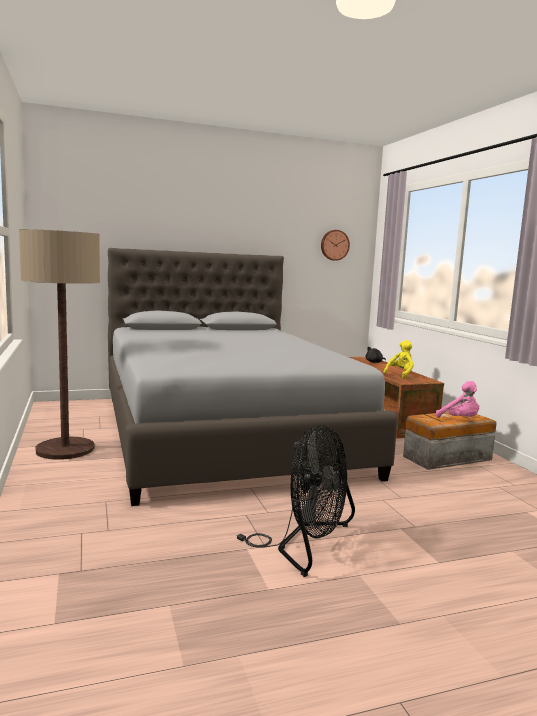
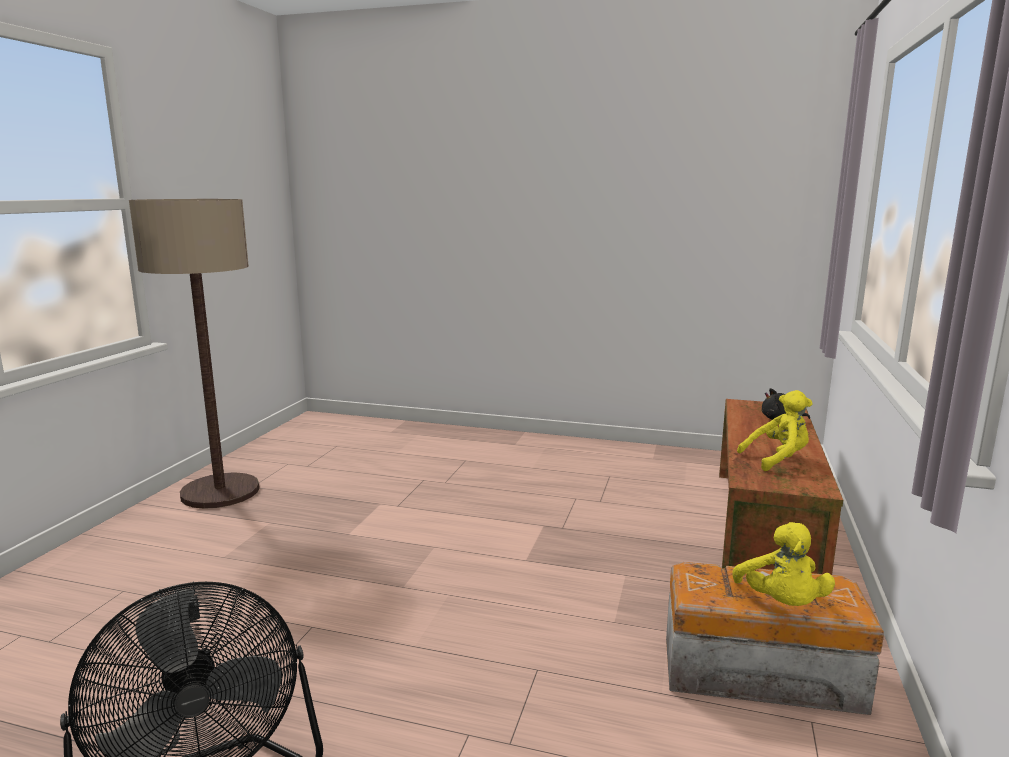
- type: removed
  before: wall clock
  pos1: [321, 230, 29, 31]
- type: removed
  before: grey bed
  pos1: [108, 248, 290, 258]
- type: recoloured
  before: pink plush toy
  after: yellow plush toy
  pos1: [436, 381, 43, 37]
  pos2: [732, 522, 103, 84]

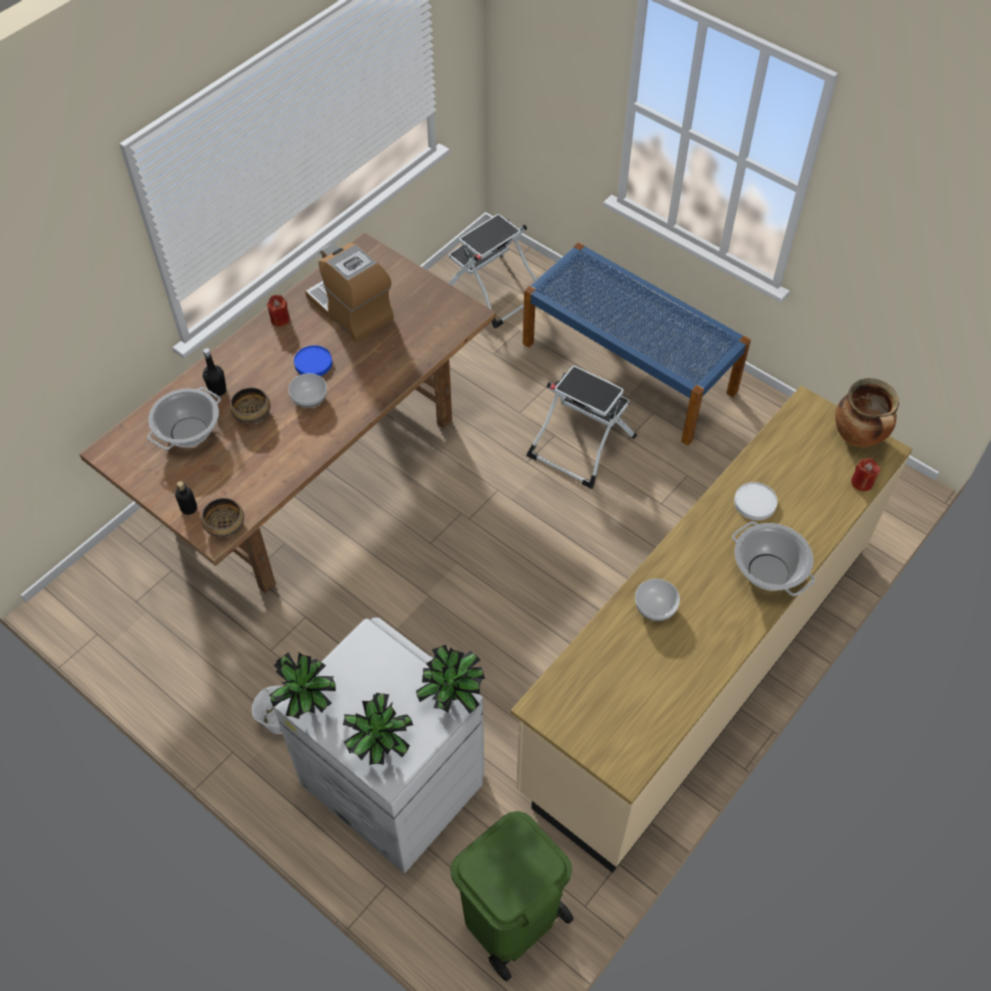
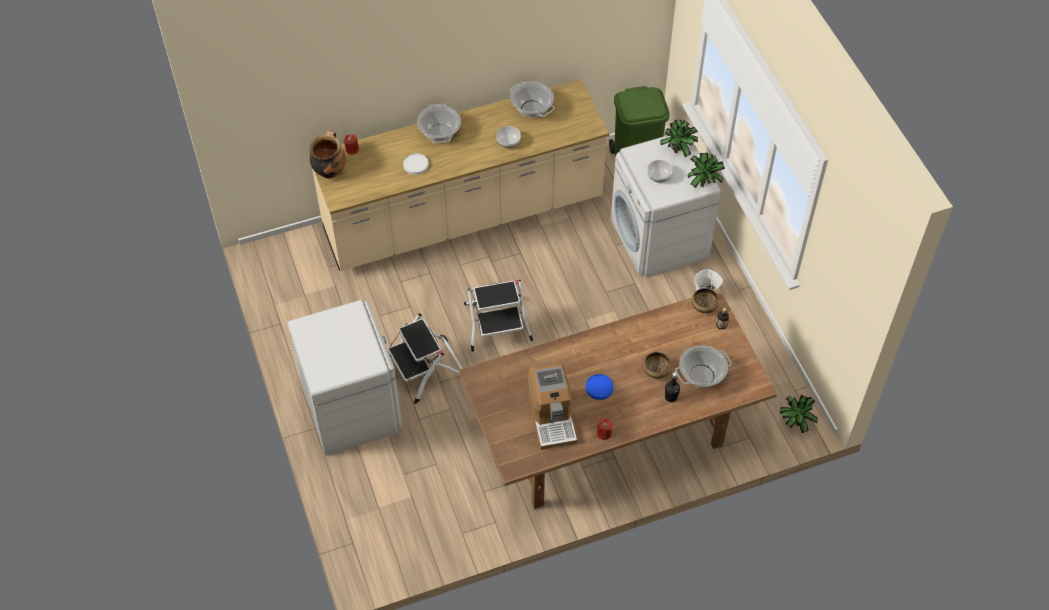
- type: moved
  before: step ladder
  pos1: [448, 214, 96, 115]
  pos2: [464, 280, 69, 72]
- type: replaced
  before: blue bench
  after: white washing machine
  pos1: [523, 242, 228, 204]
  pos2: [287, 300, 115, 156]
- type: moved
  before: bowl
  pos1: [288, 373, 39, 35]
  pos2: [648, 160, 25, 23]
- type: moved
  before: potted plant
  pos1: [416, 645, 69, 69]
  pos2: [780, 394, 38, 39]
- type: added
  after: cooking pot
  pos2: [510, 82, 45, 36]

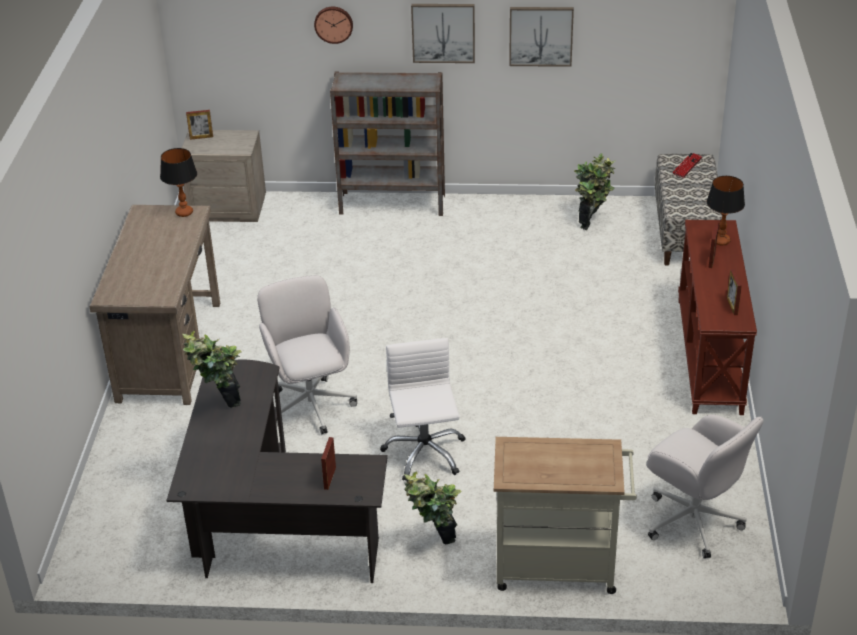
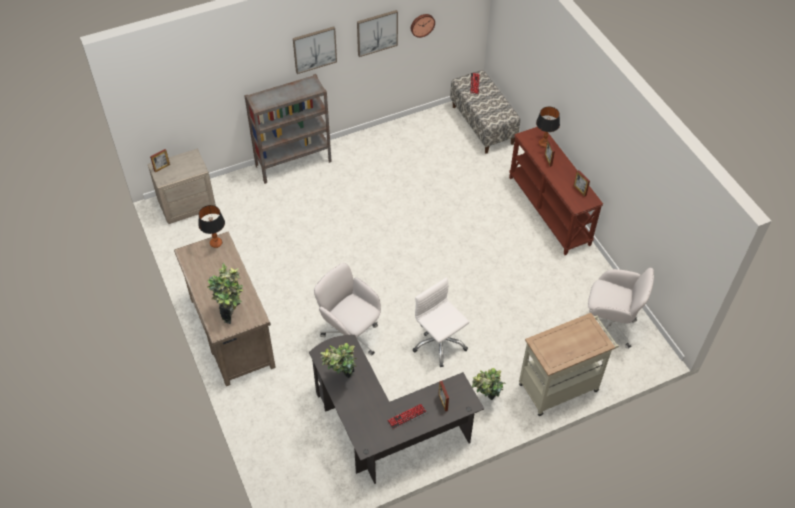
- type: moved
  before: wall clock
  pos1: [314, 7, 39, 37]
  pos2: [411, 14, 24, 24]
- type: moved
  before: potted plant
  pos1: [574, 153, 41, 77]
  pos2: [207, 263, 36, 61]
- type: added
  after: keyboard
  pos2: [387, 404, 40, 25]

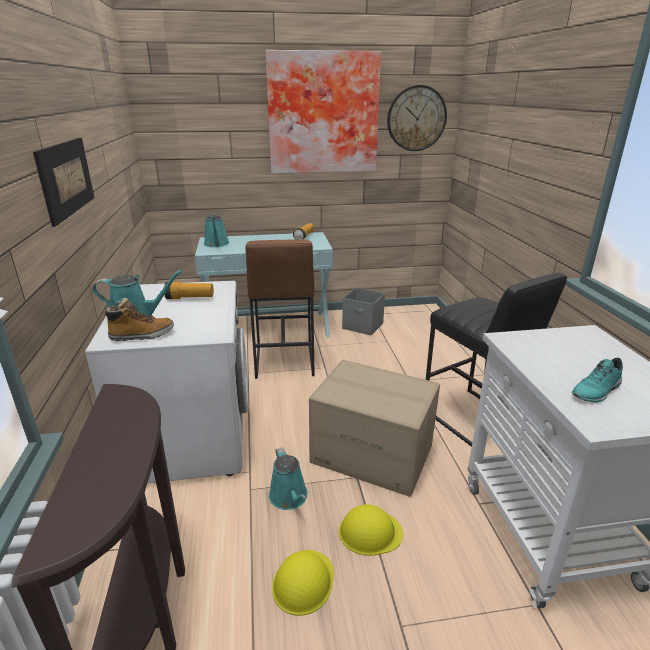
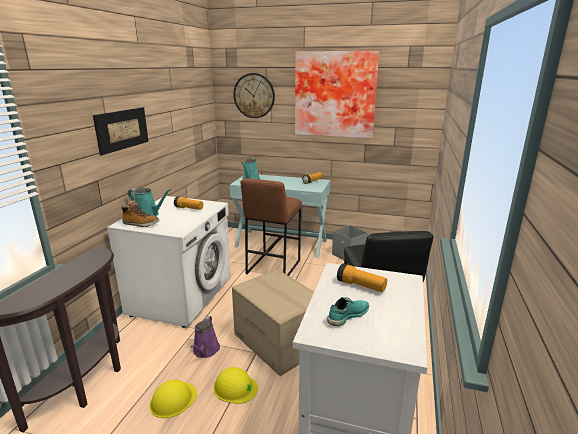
- type: moved
  before: wall clock
  pos1: [387, 85, 60, 66]
  pos2: [233, 73, 42, 45]
- type: turned
  before: turquoise shoe
  pos1: [572, 358, 51, 45]
  pos2: [327, 297, 42, 29]
  turn: 150
- type: recoloured
  before: turquoise watering can
  after: purple watering can
  pos1: [269, 447, 39, 63]
  pos2: [191, 316, 29, 42]
- type: added
  after: flashlight
  pos2: [337, 263, 50, 29]

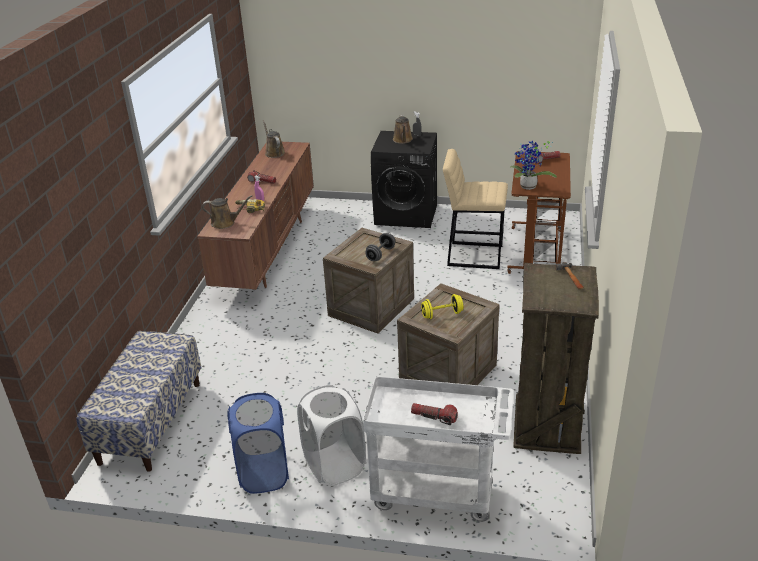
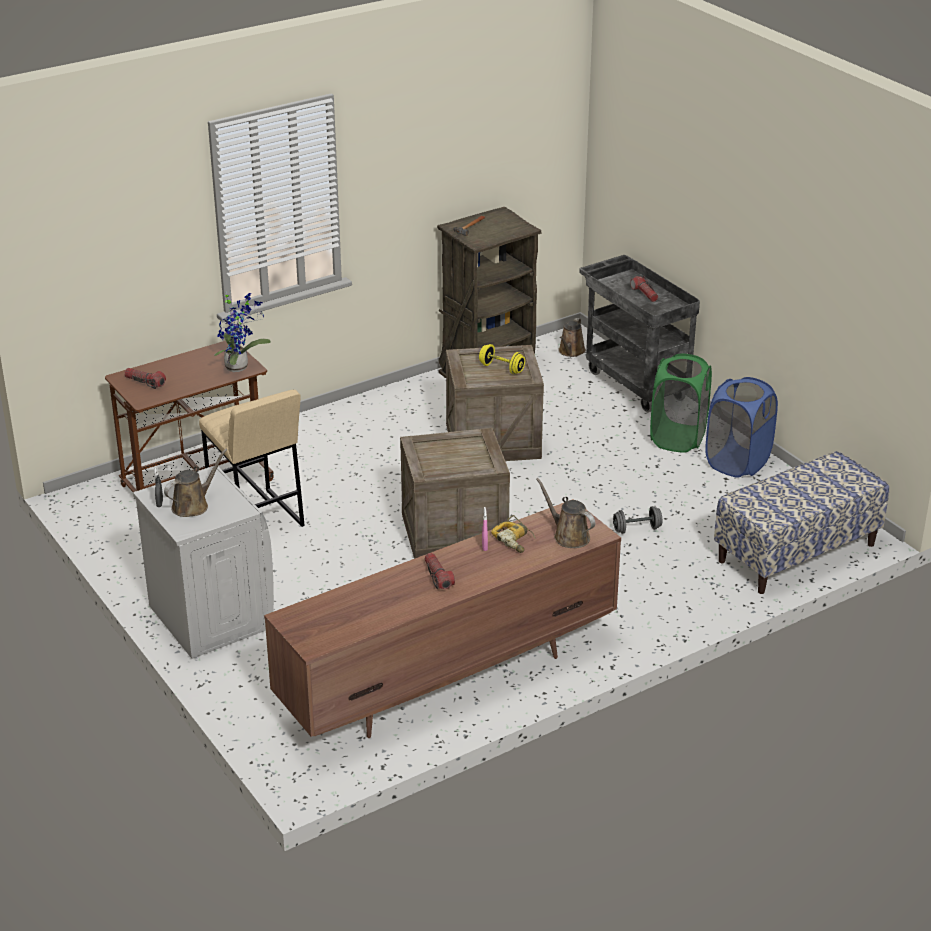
- type: moved
  before: brown watering can
  pos1: [263, 120, 22, 38]
  pos2: [558, 318, 28, 39]
- type: recoloured
  before: black washing machine
  after: white washing machine
  pos1: [371, 131, 66, 97]
  pos2: [133, 466, 141, 193]
- type: moved
  before: grey dumbbell
  pos1: [365, 233, 30, 28]
  pos2: [613, 506, 49, 28]
- type: recoloured
  before: white cart
  after: black cart
  pos1: [363, 377, 151, 145]
  pos2: [579, 255, 121, 157]
- type: recoloured
  before: white laundry basket
  after: green laundry basket
  pos1: [297, 385, 69, 101]
  pos2: [650, 354, 62, 99]

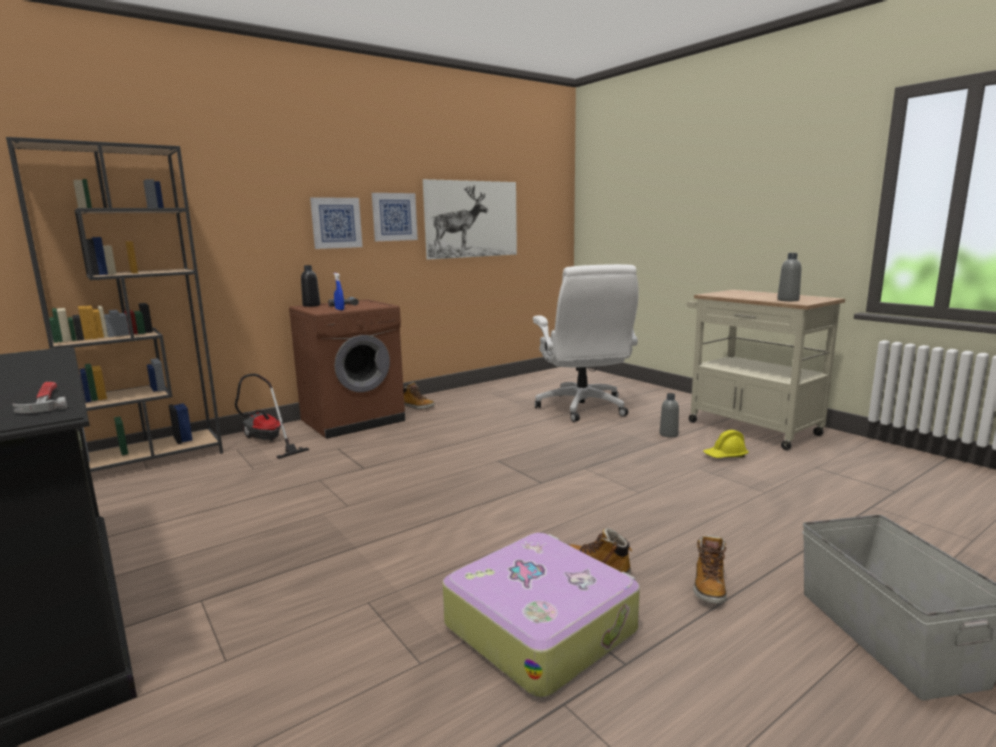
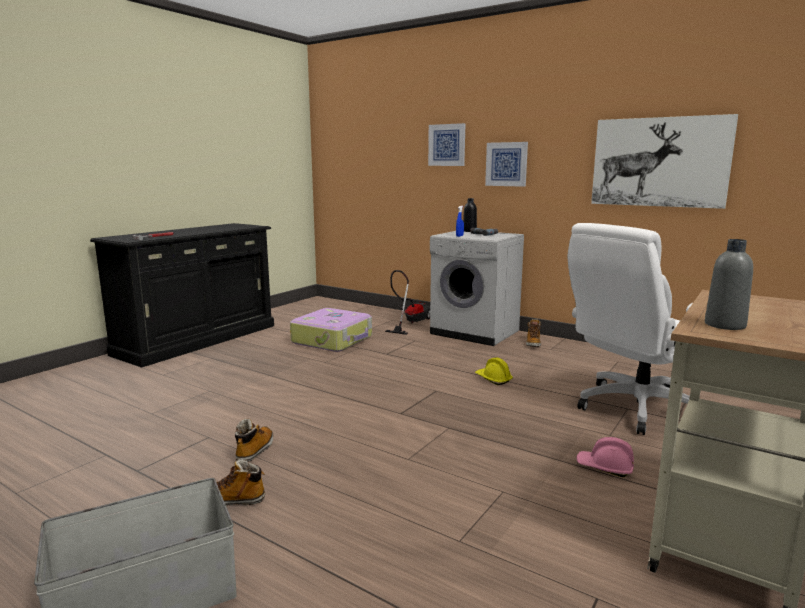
- type: removed
  before: bookcase
  pos1: [6, 137, 217, 335]
- type: moved
  before: picture
  pos1: [372, 193, 46, 48]
  pos2: [428, 123, 38, 43]
- type: recoloured
  before: brown washing machine
  after: white washing machine
  pos1: [289, 299, 116, 140]
  pos2: [430, 231, 94, 115]
- type: replaced
  before: grey bottle
  after: pink hard hat
  pos1: [660, 393, 19, 44]
  pos2: [576, 437, 58, 40]
- type: moved
  before: yellow hard hat
  pos1: [703, 430, 46, 28]
  pos2: [475, 357, 38, 28]
- type: moved
  before: suitcase
  pos1: [442, 533, 198, 165]
  pos2: [290, 308, 82, 44]

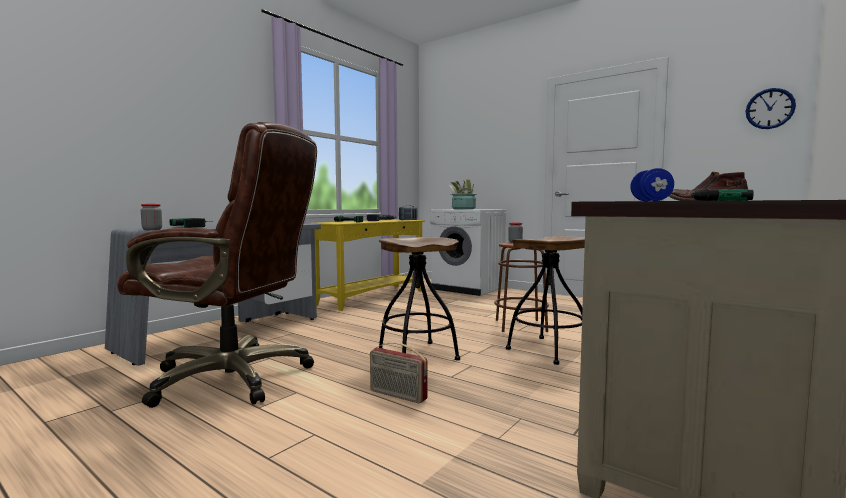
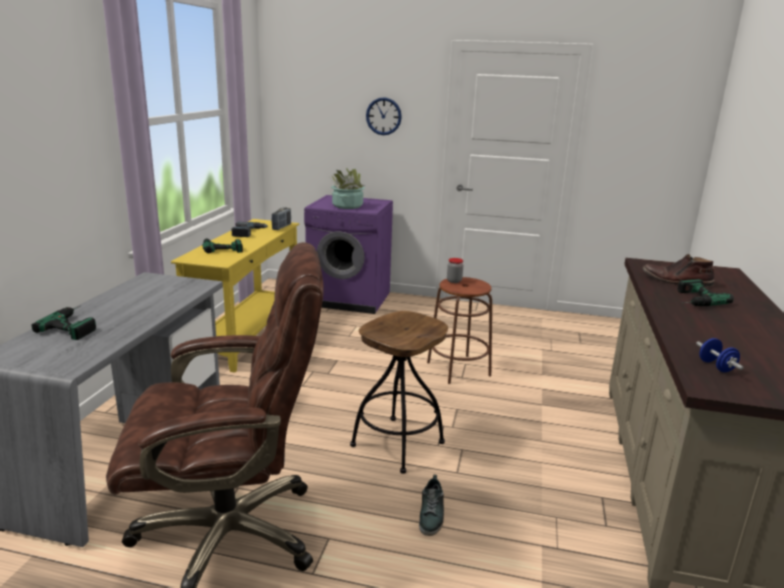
- type: moved
  before: wall clock
  pos1: [746, 88, 50, 41]
  pos2: [366, 97, 36, 38]
- type: removed
  before: jar
  pos1: [141, 204, 21, 26]
- type: recoloured
  before: white washing machine
  after: purple washing machine
  pos1: [430, 209, 76, 87]
  pos2: [304, 195, 89, 119]
- type: removed
  before: brown stool
  pos1: [506, 236, 79, 129]
- type: replaced
  before: radio
  after: shoe
  pos1: [370, 342, 57, 61]
  pos2: [419, 474, 25, 62]

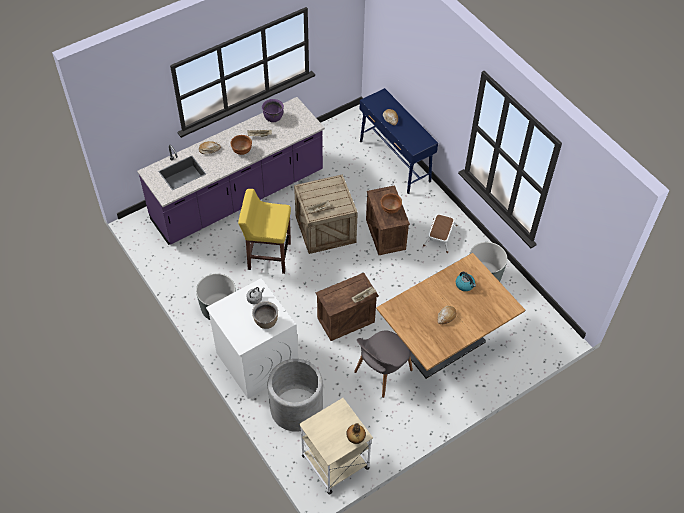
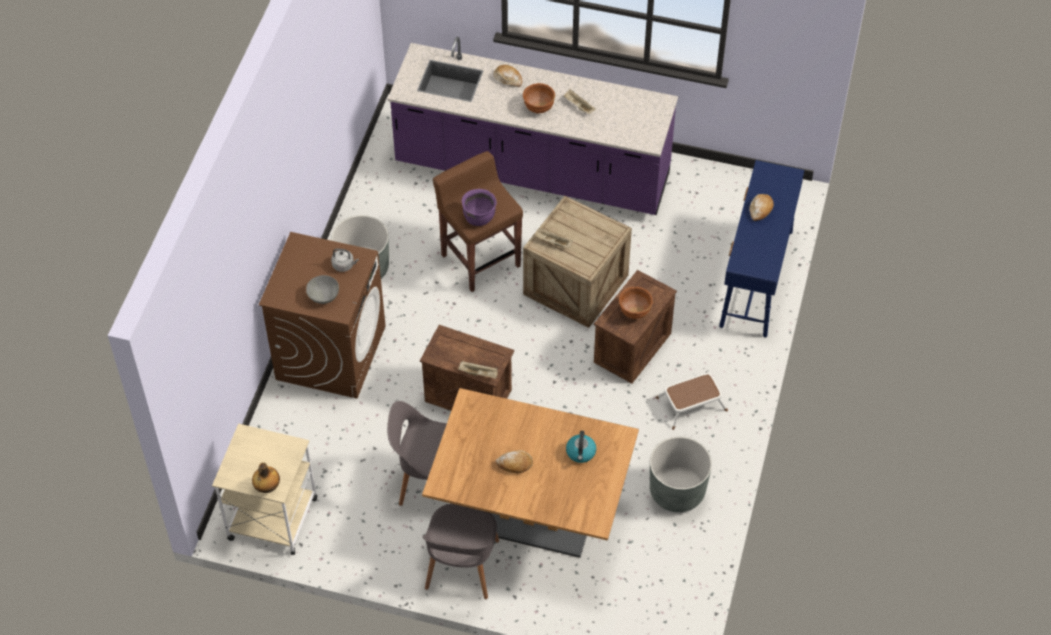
- type: moved
  before: purple cooking pot
  pos1: [262, 99, 22, 23]
  pos2: [462, 189, 35, 37]
- type: recoloured
  before: yellow stool
  after: brown stool
  pos1: [238, 189, 53, 85]
  pos2: [433, 151, 90, 141]
- type: recoloured
  before: white washing machine
  after: brown washing machine
  pos1: [206, 278, 92, 121]
  pos2: [259, 232, 127, 167]
- type: replaced
  before: brown cooking pot
  after: grey bowl
  pos1: [252, 301, 26, 28]
  pos2: [306, 275, 33, 29]
- type: removed
  before: grey planter
  pos1: [268, 359, 55, 73]
- type: added
  after: grey chair
  pos2: [423, 503, 76, 96]

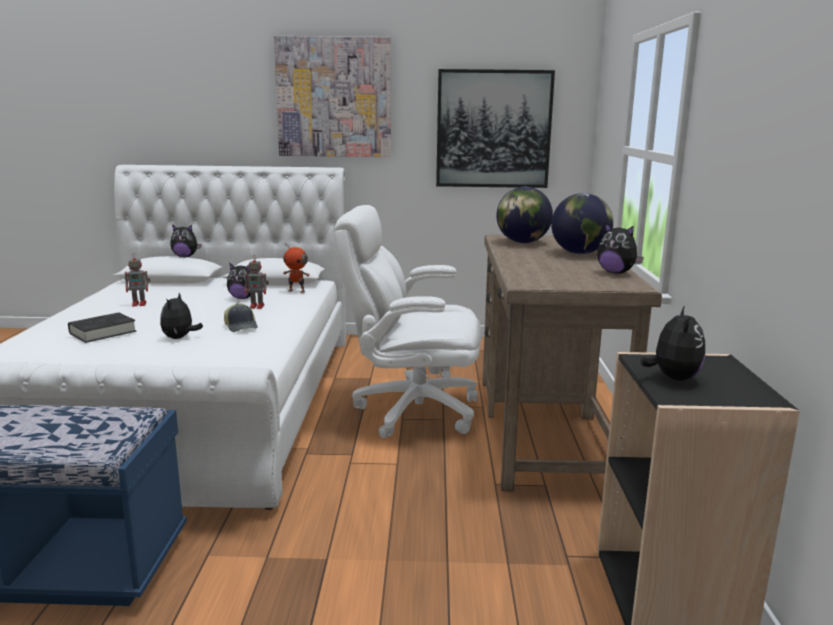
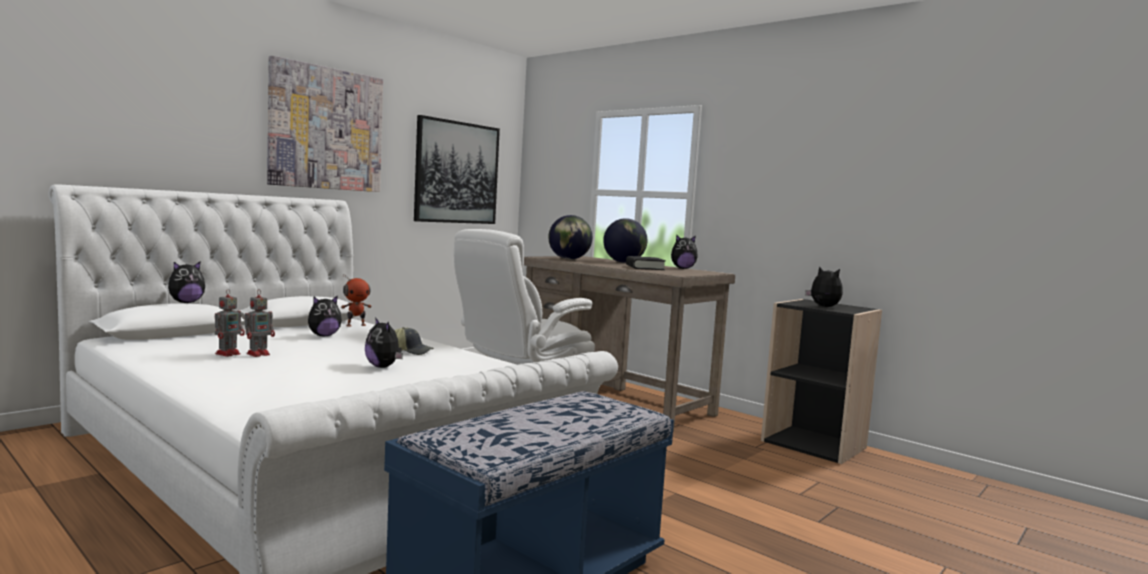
- type: moved
  before: toy robot
  pos1: [245, 255, 24, 54]
  pos2: [245, 291, 30, 66]
- type: moved
  before: black book
  pos1: [68, 312, 68, 31]
  pos2: [626, 256, 40, 14]

